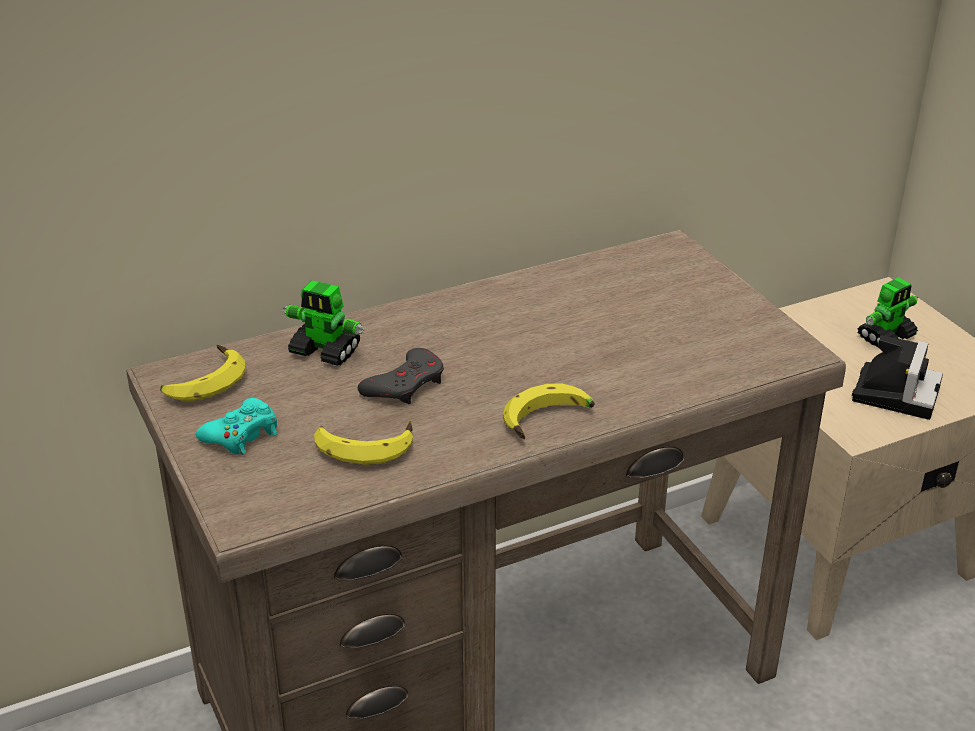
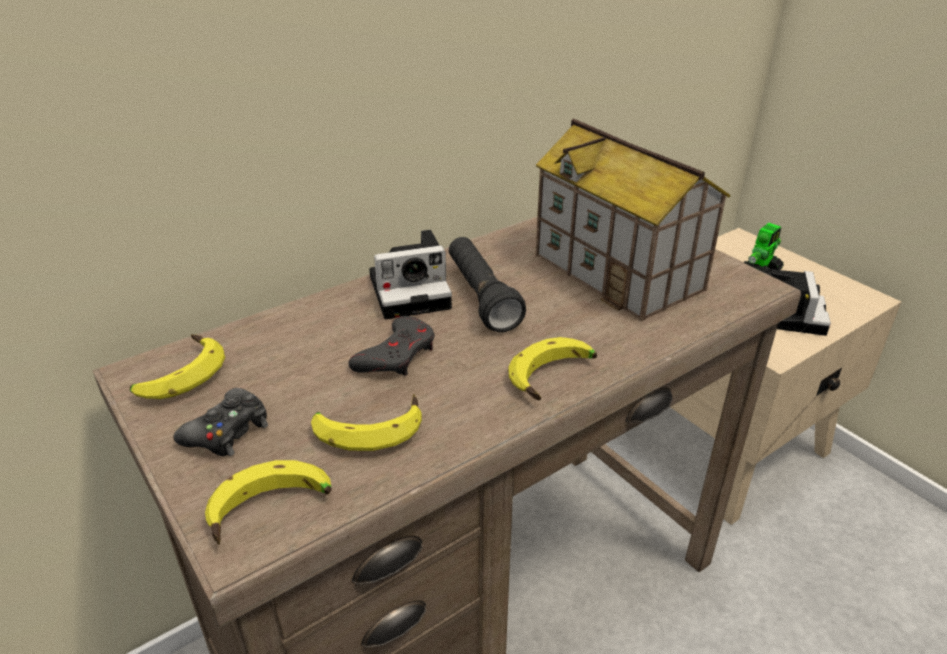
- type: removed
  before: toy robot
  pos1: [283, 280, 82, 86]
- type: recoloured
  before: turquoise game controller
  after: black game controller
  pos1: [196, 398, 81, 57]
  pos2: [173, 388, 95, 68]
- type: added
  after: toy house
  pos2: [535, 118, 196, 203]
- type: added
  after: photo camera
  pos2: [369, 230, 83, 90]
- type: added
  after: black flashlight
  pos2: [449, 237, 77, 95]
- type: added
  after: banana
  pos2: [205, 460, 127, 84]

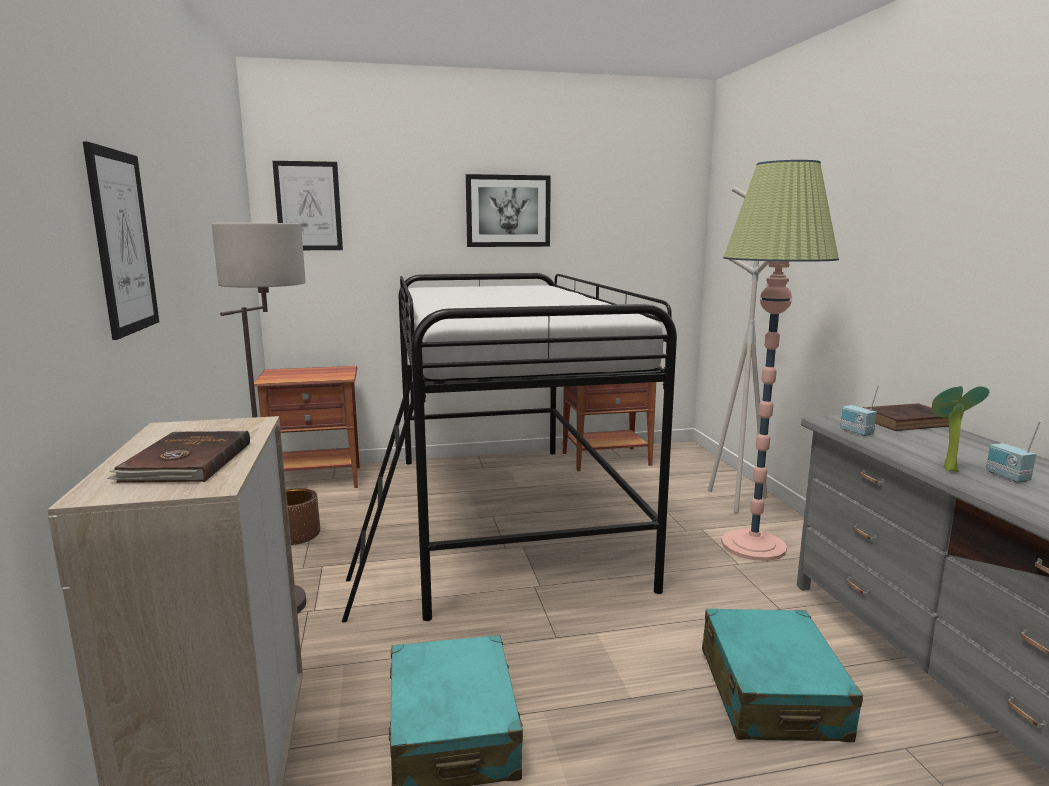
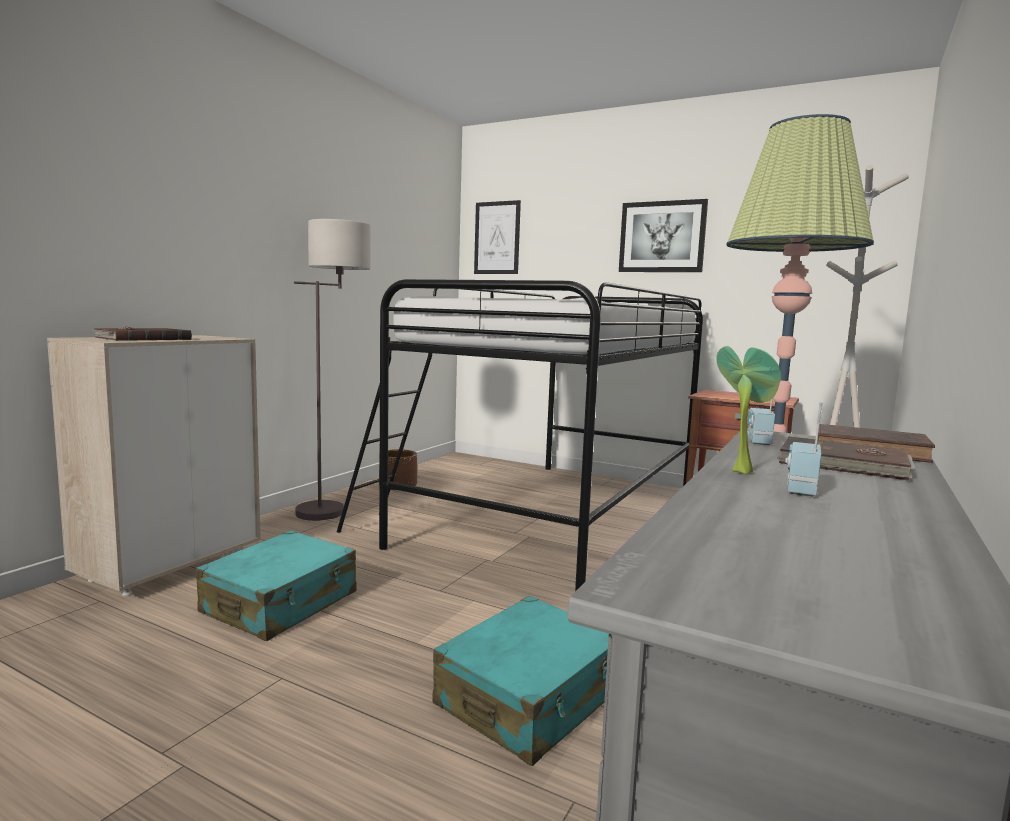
- type: removed
  before: picture
  pos1: [83, 141, 76, 199]
- type: removed
  before: nightstand
  pos1: [254, 366, 106, 122]
- type: added
  after: brown book
  pos2: [777, 437, 138, 44]

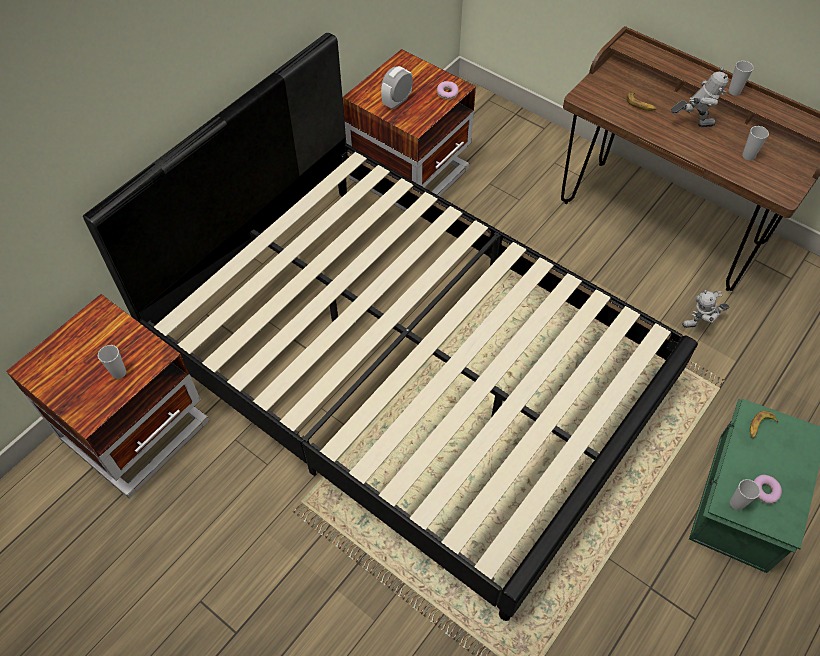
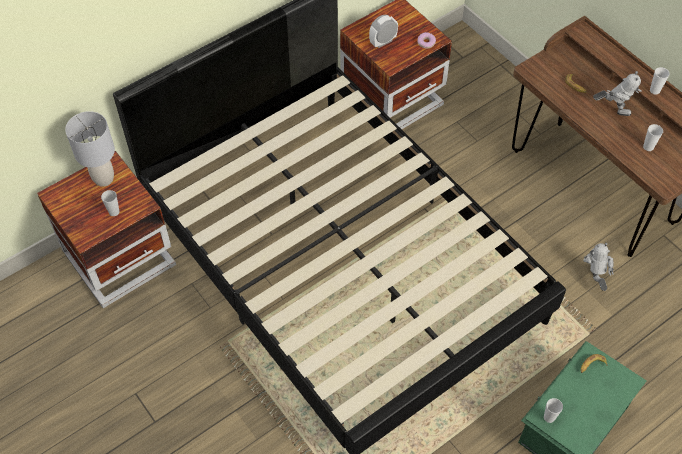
- type: turned
  before: toy robot
  pos1: [682, 290, 48, 38]
  pos2: [583, 243, 31, 48]
  turn: 90
- type: removed
  before: donut
  pos1: [754, 475, 28, 29]
- type: added
  after: grey table lamp
  pos2: [65, 111, 50, 76]

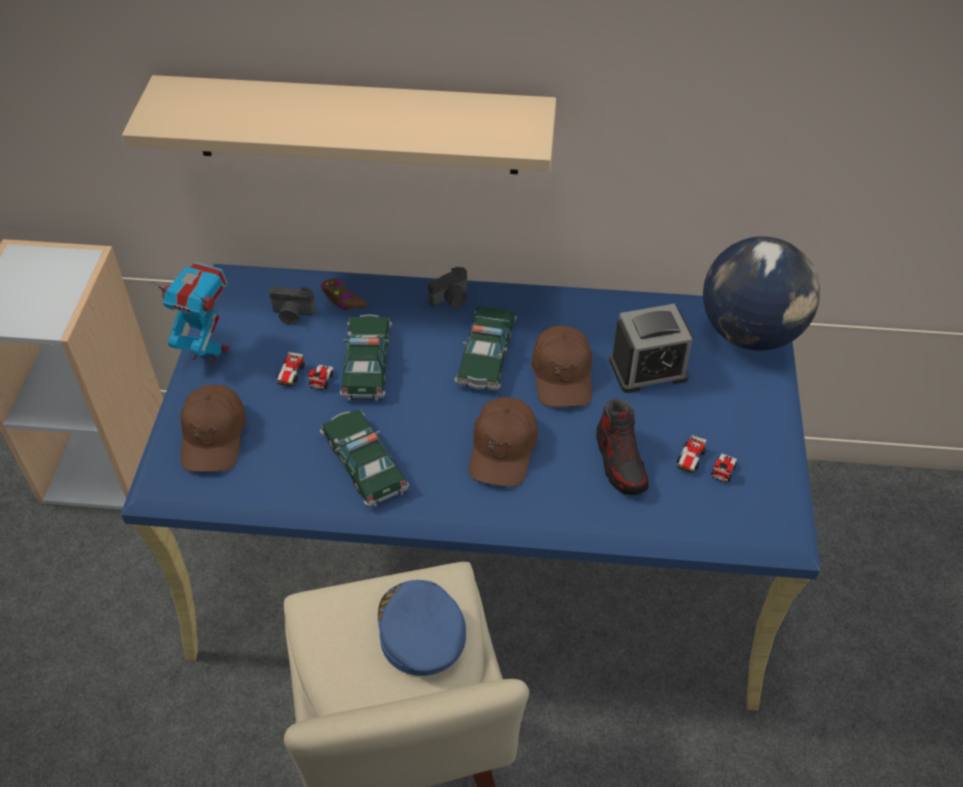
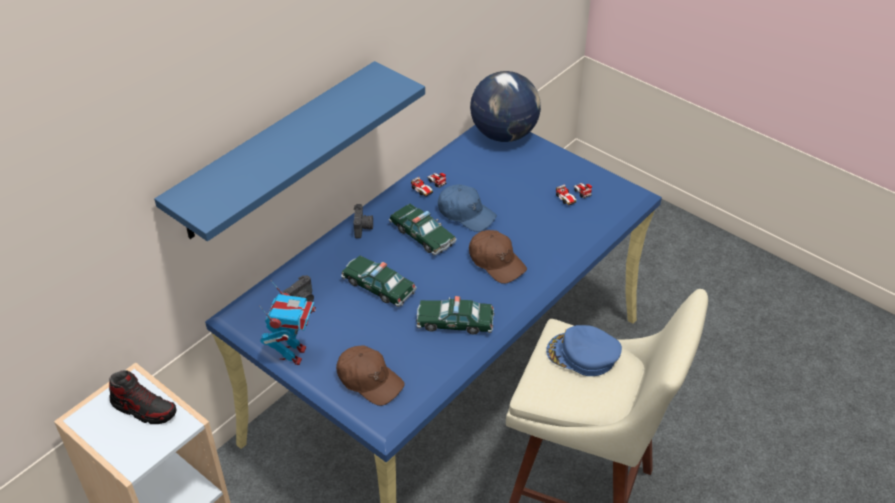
- type: recoloured
  before: beige shelf
  after: blue shelf
  pos1: [122, 75, 434, 99]
  pos2: [154, 61, 271, 180]
- type: turned
  before: toy robot
  pos1: [151, 262, 78, 104]
  pos2: [259, 280, 57, 85]
  turn: 135
- type: removed
  before: brown game controller
  pos1: [321, 278, 46, 32]
- type: removed
  before: alarm clock
  pos1: [609, 304, 84, 89]
- type: recoloured
  before: brown cap
  after: blue cap
  pos1: [531, 326, 61, 81]
  pos2: [438, 184, 59, 48]
- type: moved
  before: toy car
  pos1: [277, 352, 56, 38]
  pos2: [411, 173, 35, 23]
- type: moved
  before: shoe
  pos1: [596, 399, 53, 96]
  pos2: [109, 370, 67, 54]

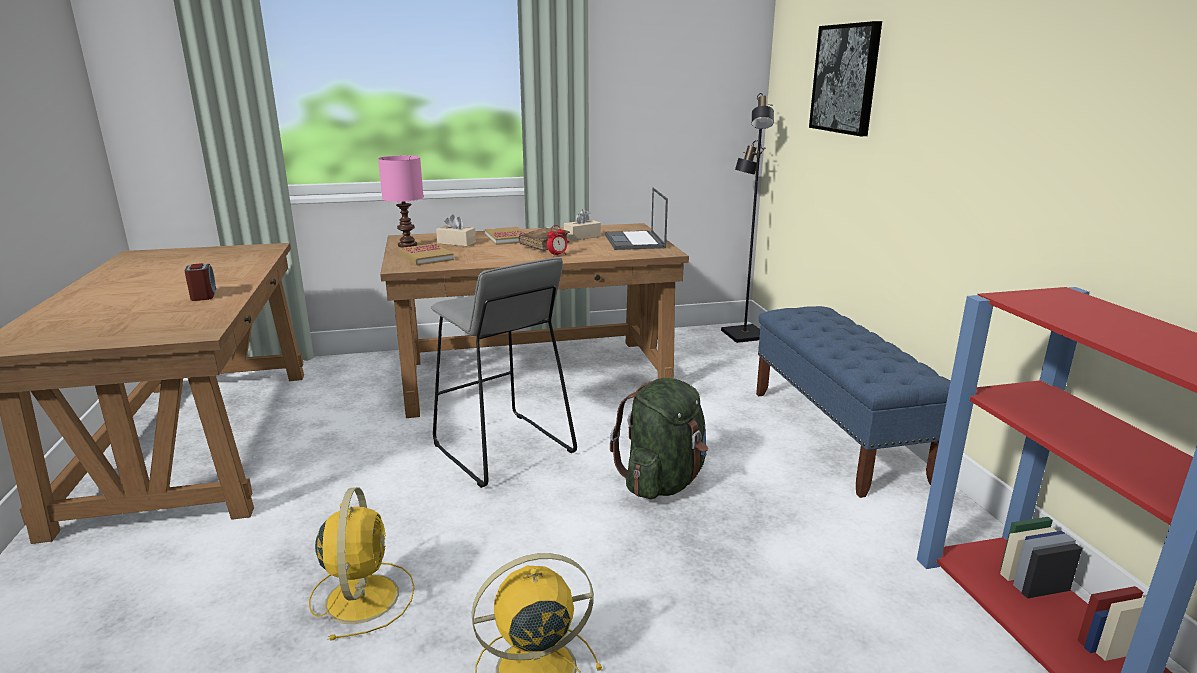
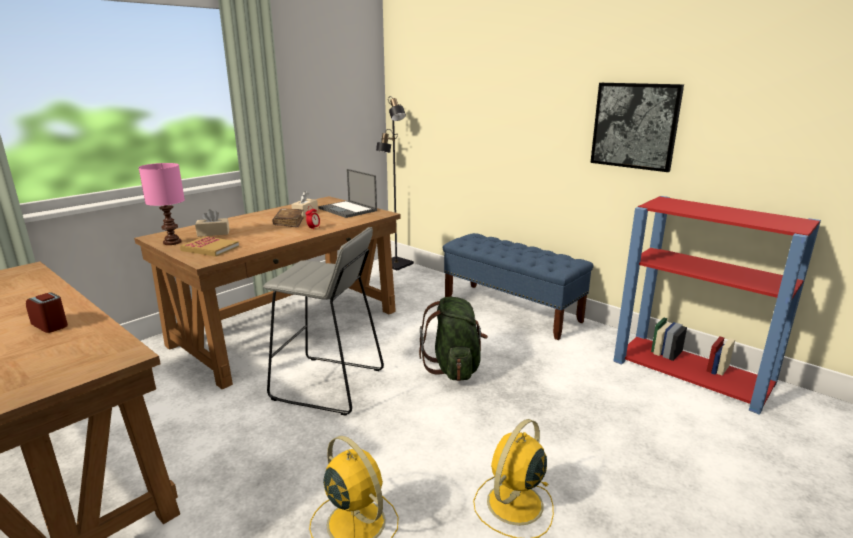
- type: moved
  before: picture
  pos1: [809, 21, 73, 115]
  pos2: [590, 83, 94, 89]
- type: removed
  before: book
  pos1: [485, 227, 40, 18]

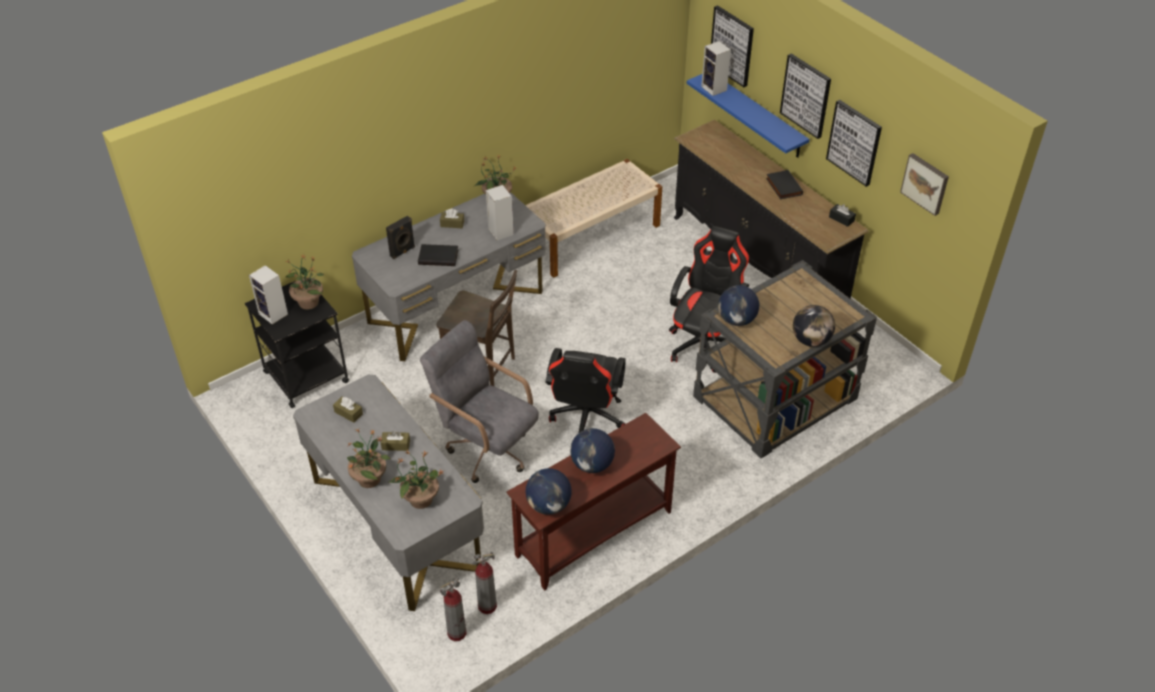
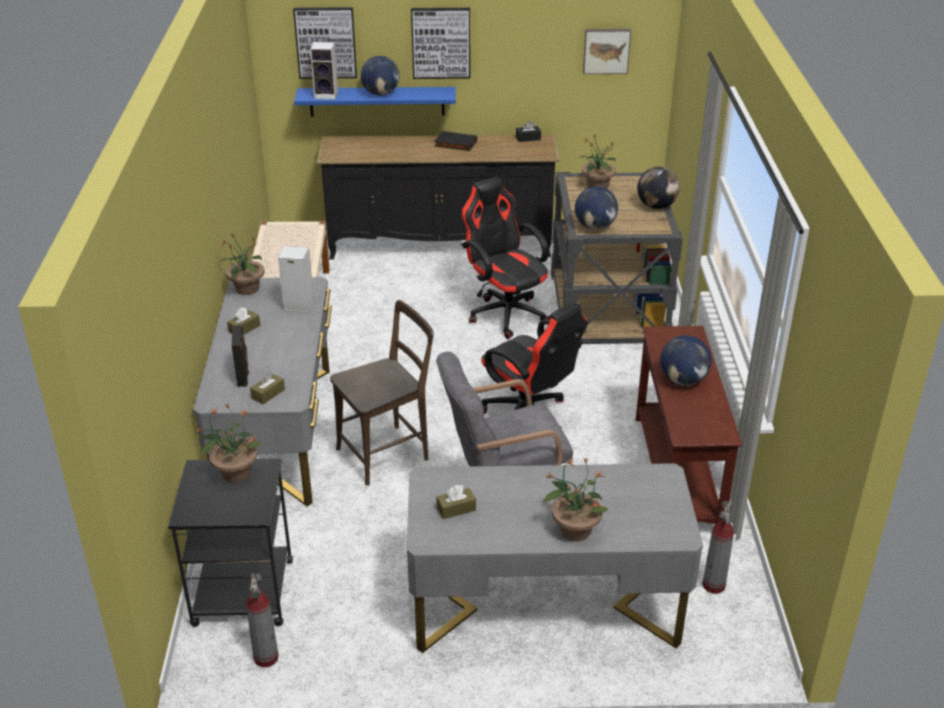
- type: removed
  before: picture
  pos1: [826, 100, 56, 87]
- type: removed
  before: black book
  pos1: [418, 244, 40, 22]
- type: removed
  before: speaker
  pos1: [249, 265, 39, 59]
- type: moved
  before: brown tissue box
  pos1: [381, 431, 29, 20]
  pos2: [250, 372, 35, 32]
- type: moved
  before: potted plant
  pos1: [389, 449, 54, 60]
  pos2: [578, 134, 38, 55]
- type: moved
  before: globe
  pos1: [526, 468, 46, 47]
  pos2: [361, 56, 38, 40]
- type: moved
  before: fire extinguisher
  pos1: [440, 578, 26, 63]
  pos2: [246, 573, 32, 94]

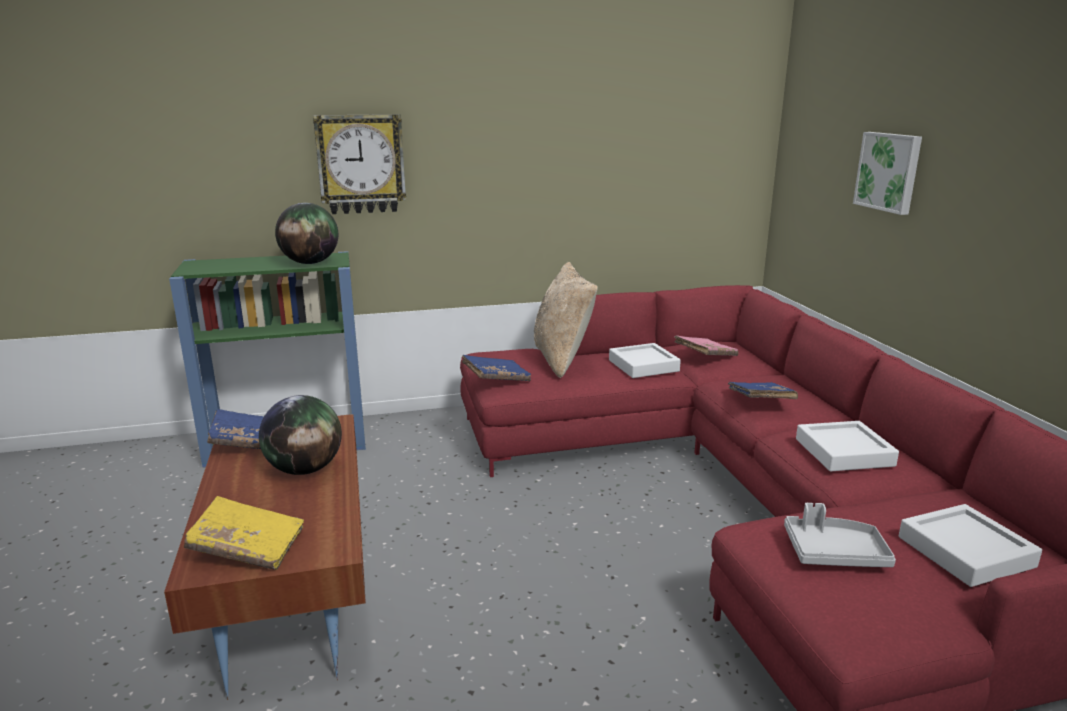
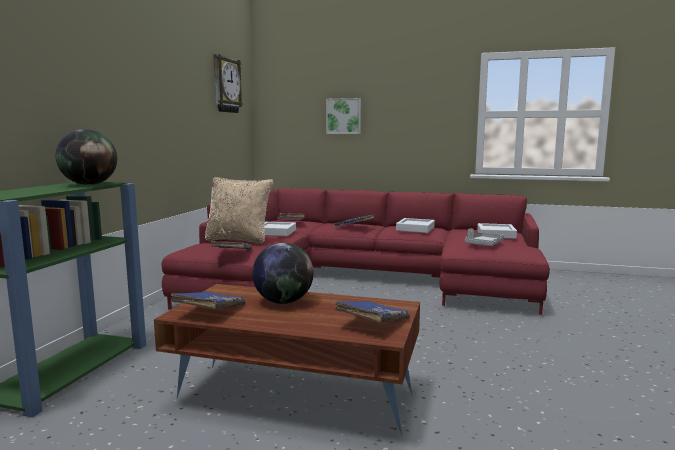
- type: moved
  before: wall clock
  pos1: [313, 114, 93, 100]
  pos2: [213, 54, 30, 59]
- type: recoloured
  before: yellow book
  after: blue book
  pos1: [184, 496, 120, 74]
  pos2: [335, 301, 75, 22]

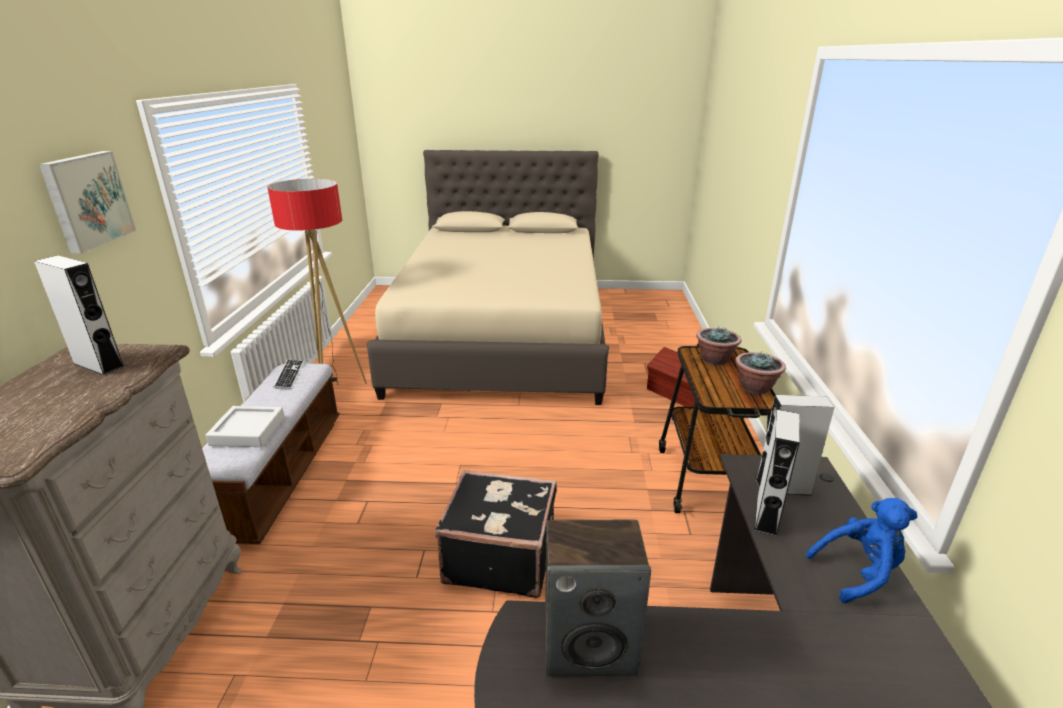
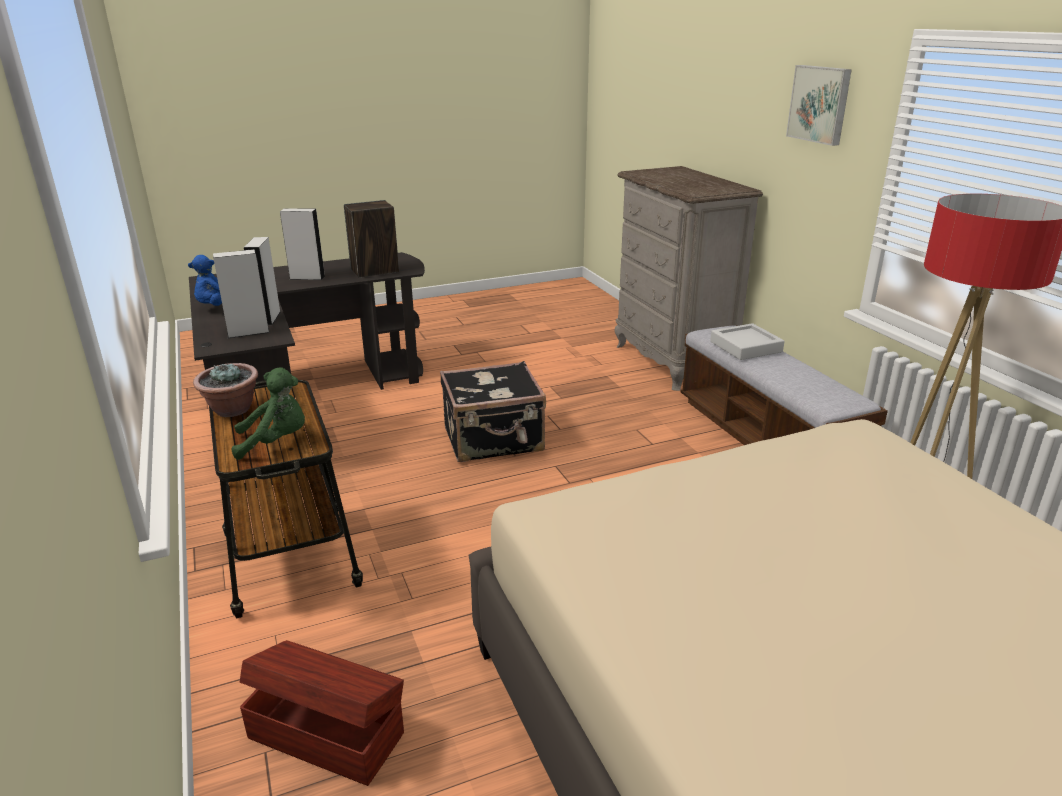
- type: moved
  before: grey speaker
  pos1: [34, 255, 91, 120]
  pos2: [280, 208, 45, 72]
- type: replaced
  before: potted plant
  after: green plush toy
  pos1: [696, 326, 45, 39]
  pos2: [231, 367, 74, 93]
- type: removed
  before: keyboard
  pos1: [273, 360, 31, 29]

